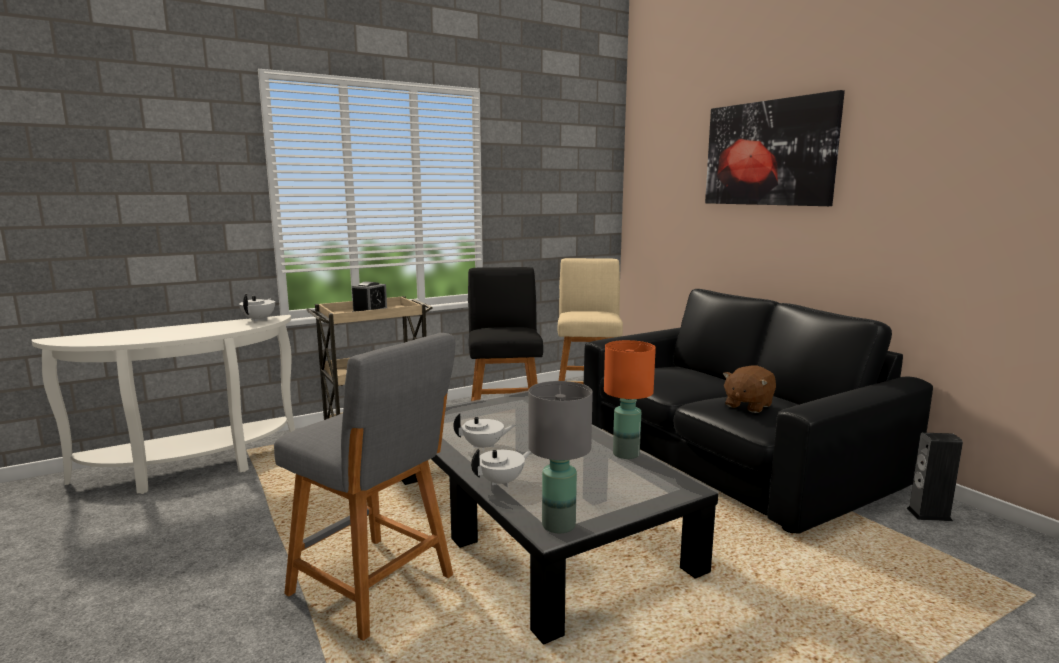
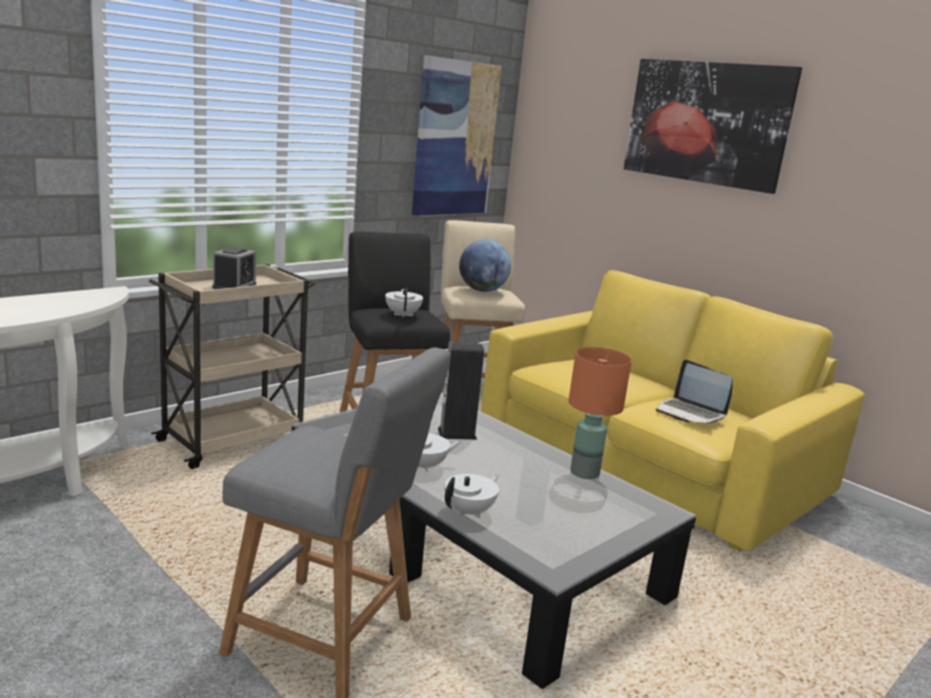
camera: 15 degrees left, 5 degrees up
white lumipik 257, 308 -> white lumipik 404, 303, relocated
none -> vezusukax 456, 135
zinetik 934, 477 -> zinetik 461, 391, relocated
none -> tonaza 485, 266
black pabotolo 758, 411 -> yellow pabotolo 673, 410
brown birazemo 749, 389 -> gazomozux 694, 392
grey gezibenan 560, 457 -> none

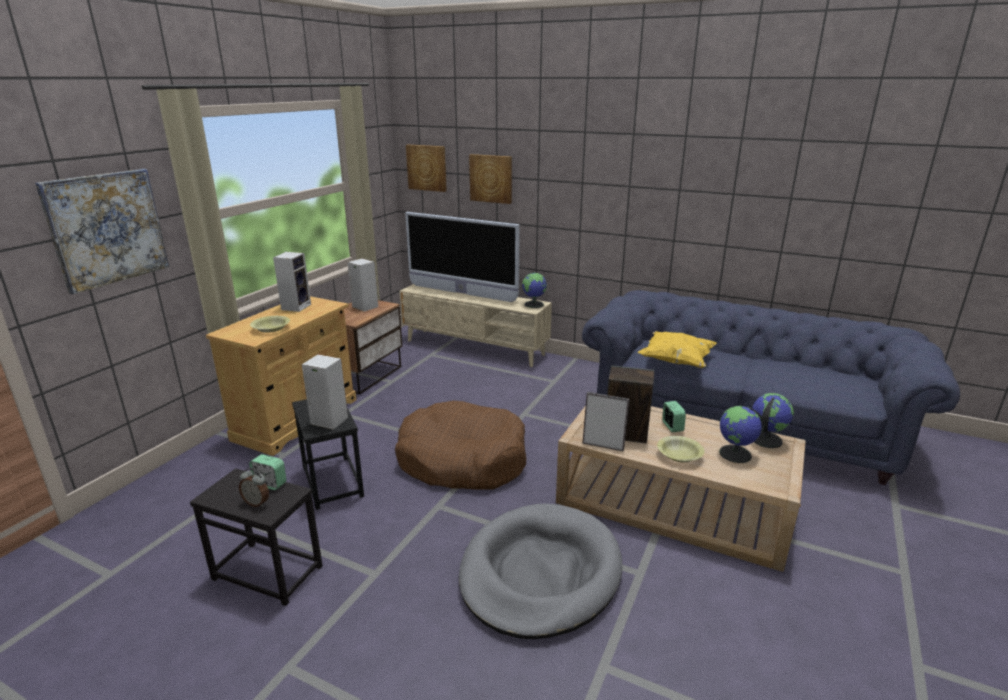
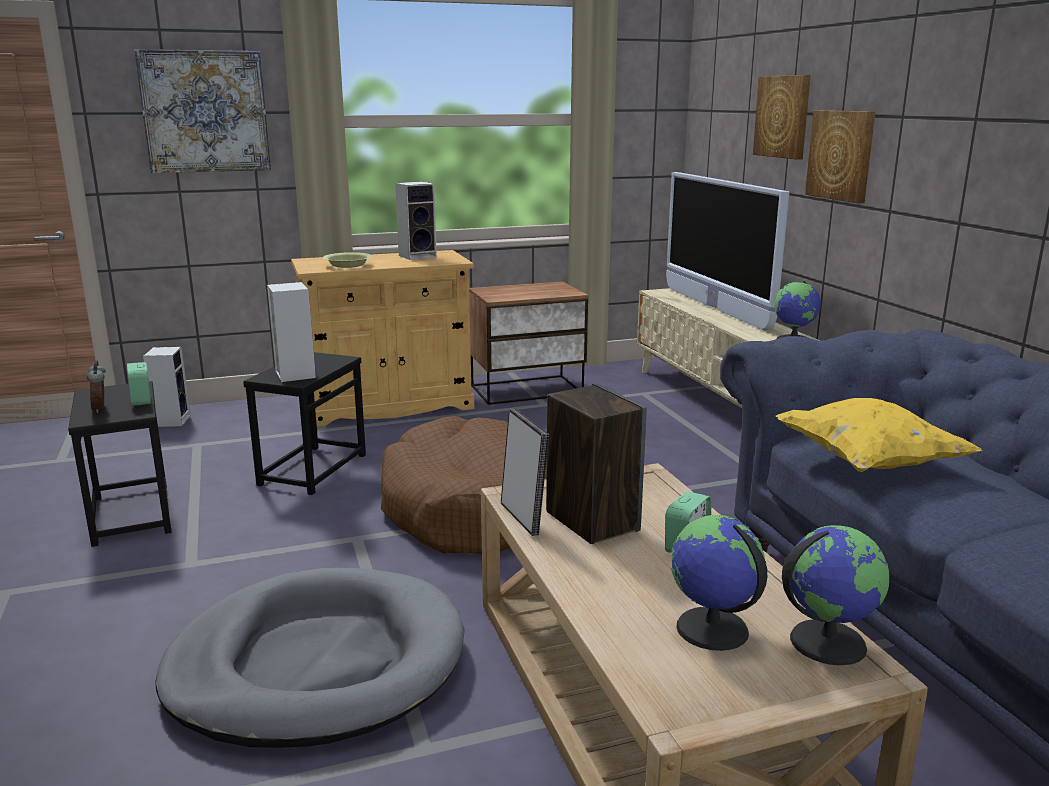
camera: 45 degrees right, 5 degrees down
zinetik 363, 285 -> zinetik 167, 387, relocated
vezusukax 426, 168 -> vezusukax 840, 157, relocated
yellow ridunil 680, 449 -> none

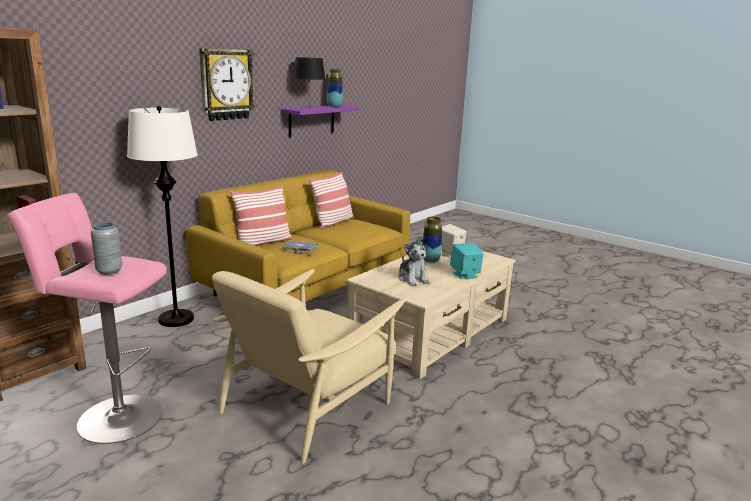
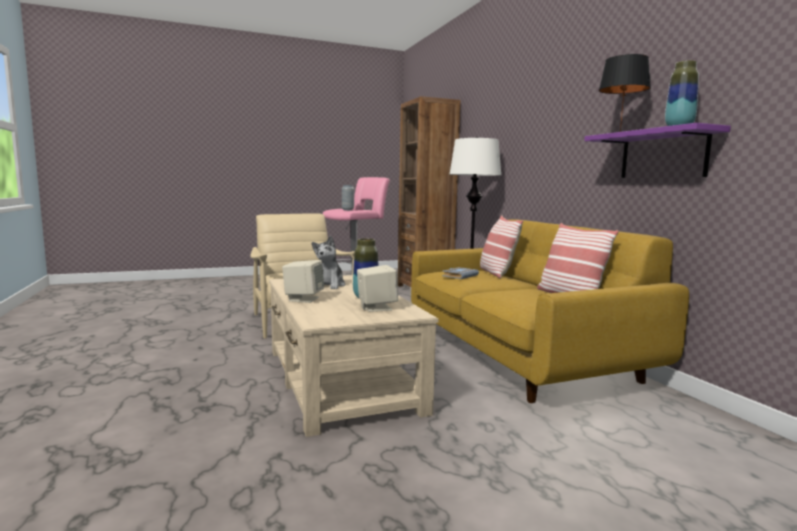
camera: 120 degrees right, 10 degrees down
turquoise zinetik 467, 261 -> beige zinetik 303, 281
birazemo 414, 261 -> birazemo 328, 262, 90 degrees counterclockwise
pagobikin 227, 84 -> none

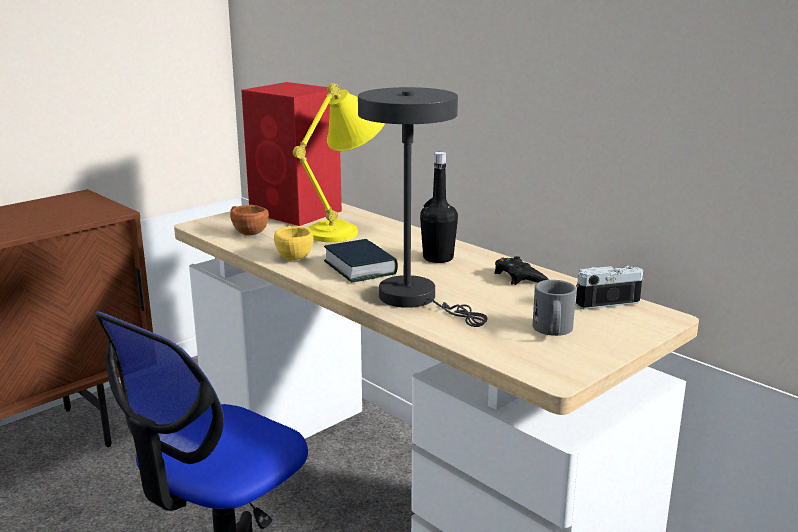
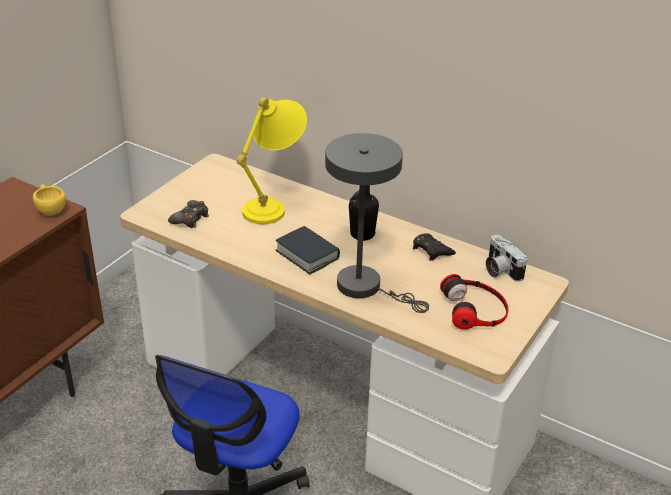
camera: 15 degrees left, 15 degrees up
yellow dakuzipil 294, 243 -> yellow dakuzipil 49, 200, relocated
brown dakuzipil 249, 220 -> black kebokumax 188, 214
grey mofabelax 554, 308 -> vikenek 474, 302
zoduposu 610, 287 -> zoduposu 506, 258, 90 degrees counterclockwise
red zinetik 291, 154 -> none

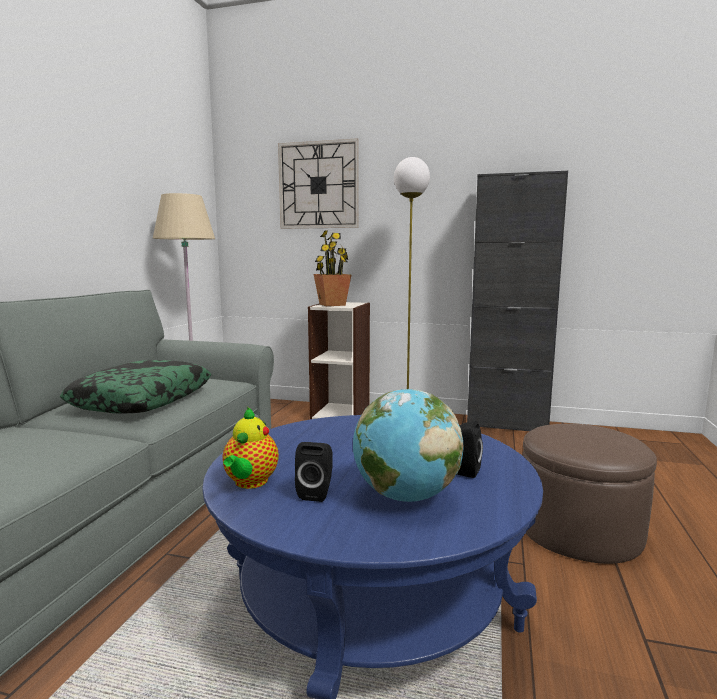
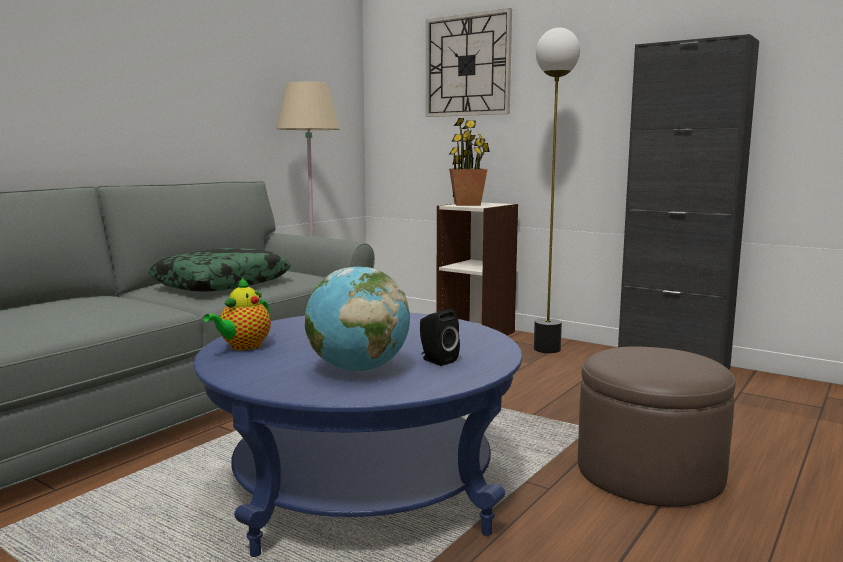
camera: 20 degrees right, 0 degrees up
black zinetik 314, 472 -> none

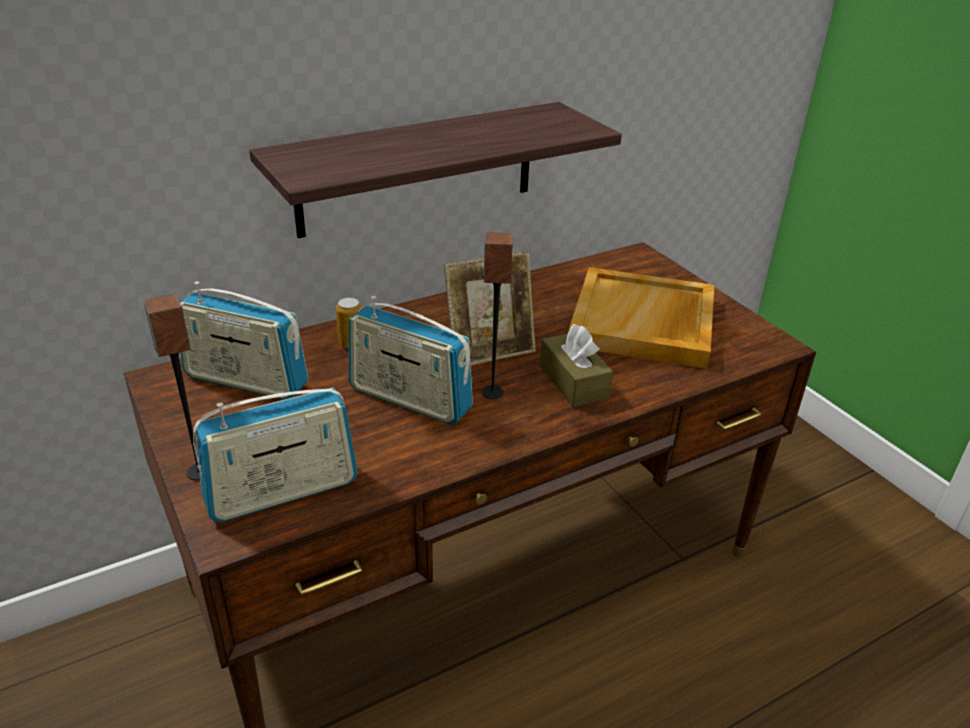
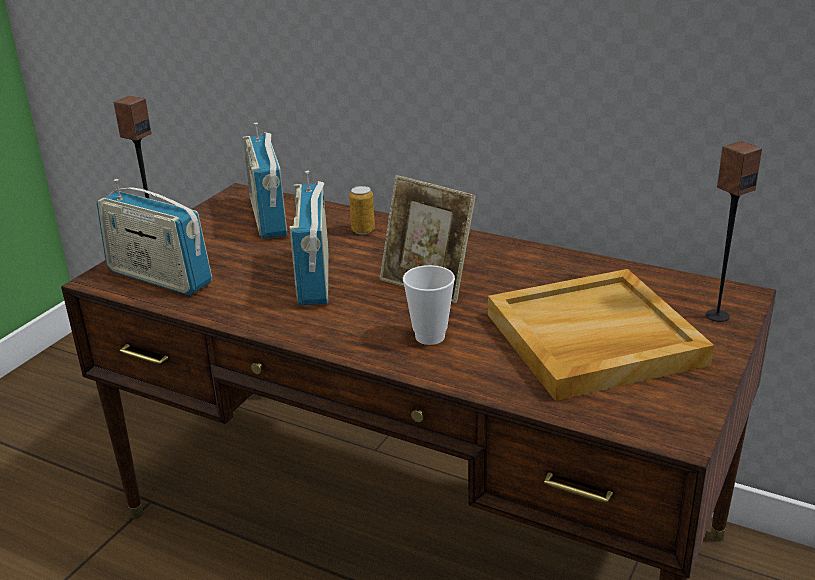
camera: 60 degrees right, 5 degrees down
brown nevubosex 576, 365 -> dakuzipil 429, 305
zinetik 497, 316 -> zinetik 733, 231, relocated
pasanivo 435, 170 -> none

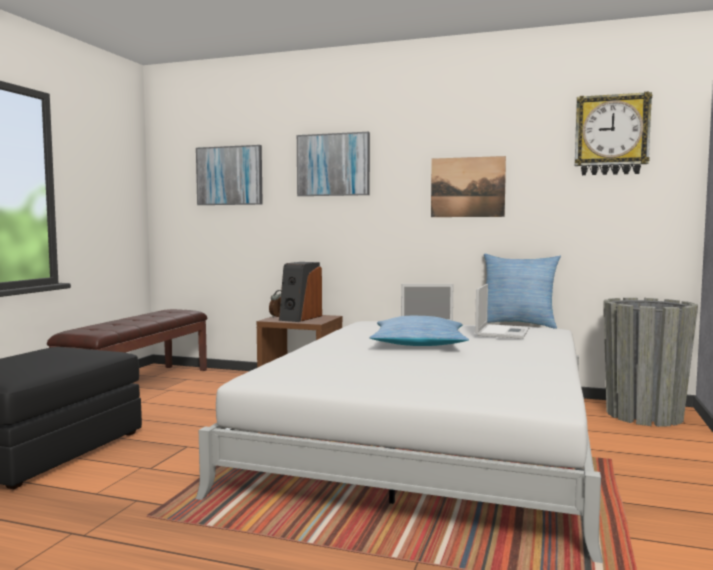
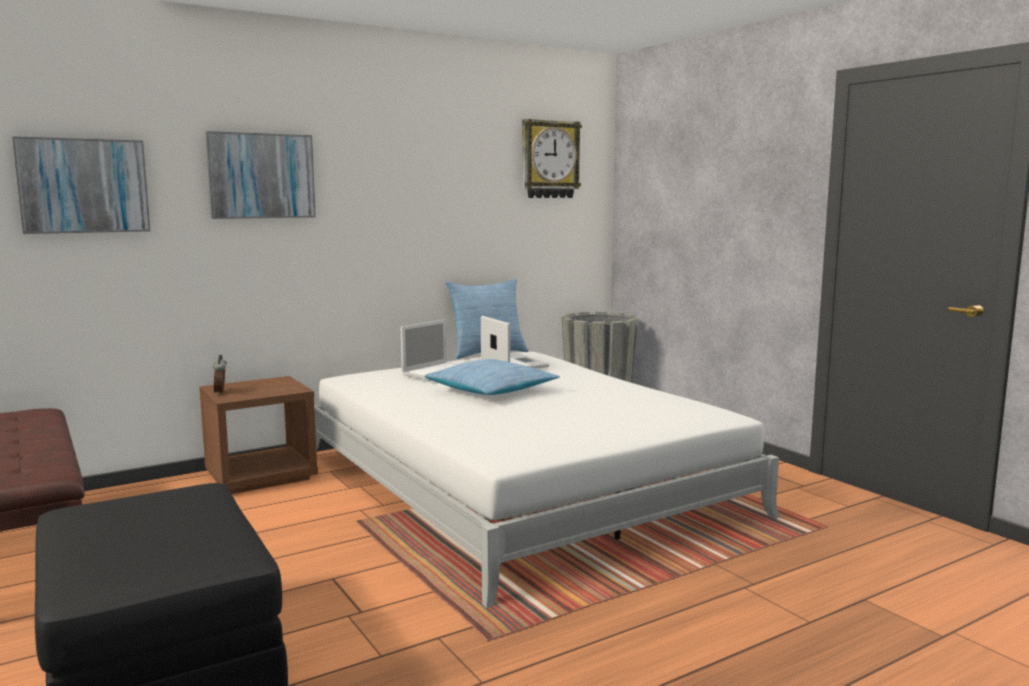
camera: 50 degrees left, 5 degrees up
zinetik 300, 292 -> none
vezusukax 468, 186 -> none

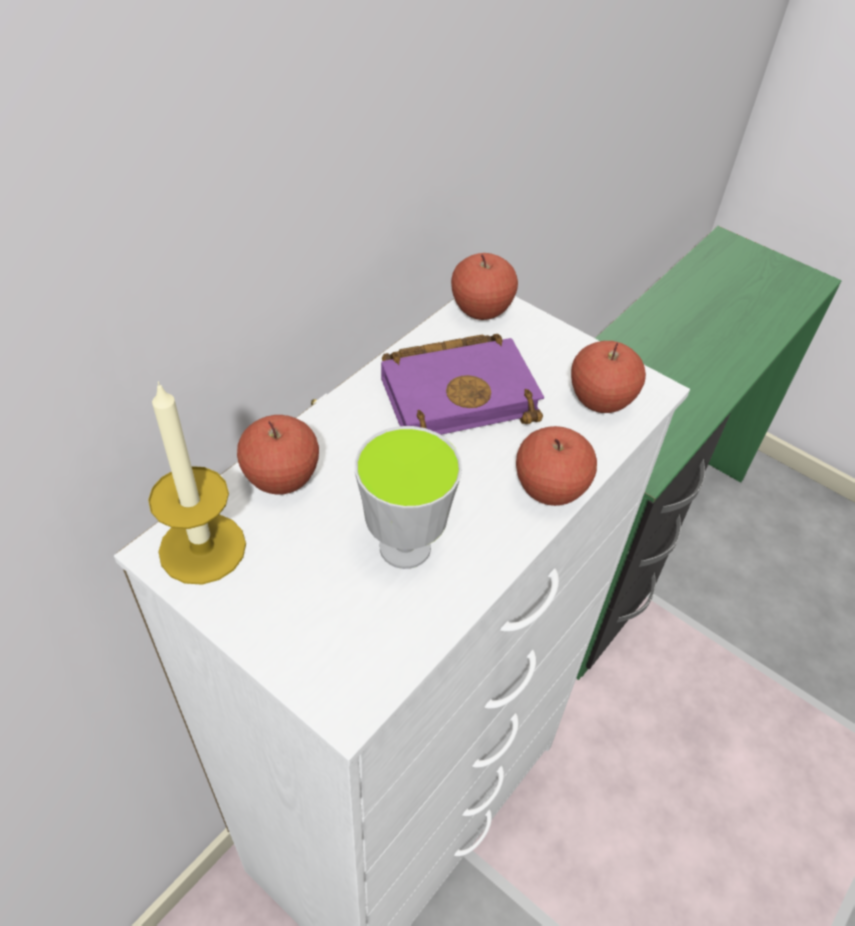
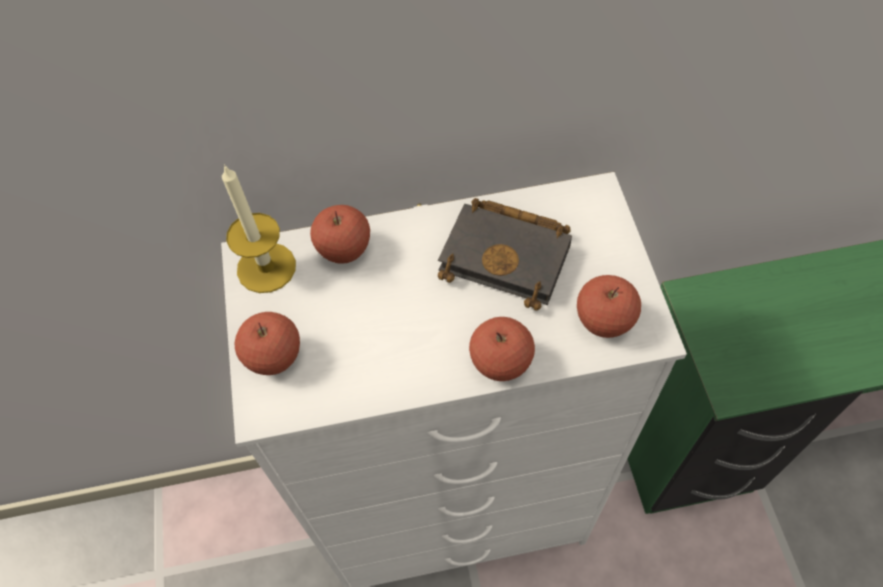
camera: 45 degrees right, 10 degrees up
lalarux 484, 286 -> lalarux 267, 343, relocated
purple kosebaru 462, 384 -> black kosebaru 505, 254
dakuzipil 408, 497 -> none

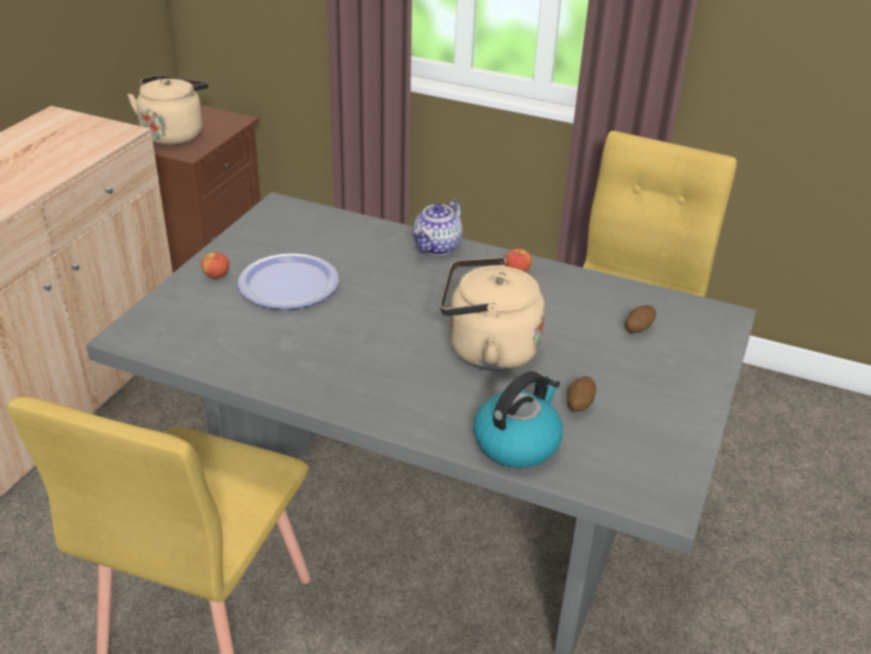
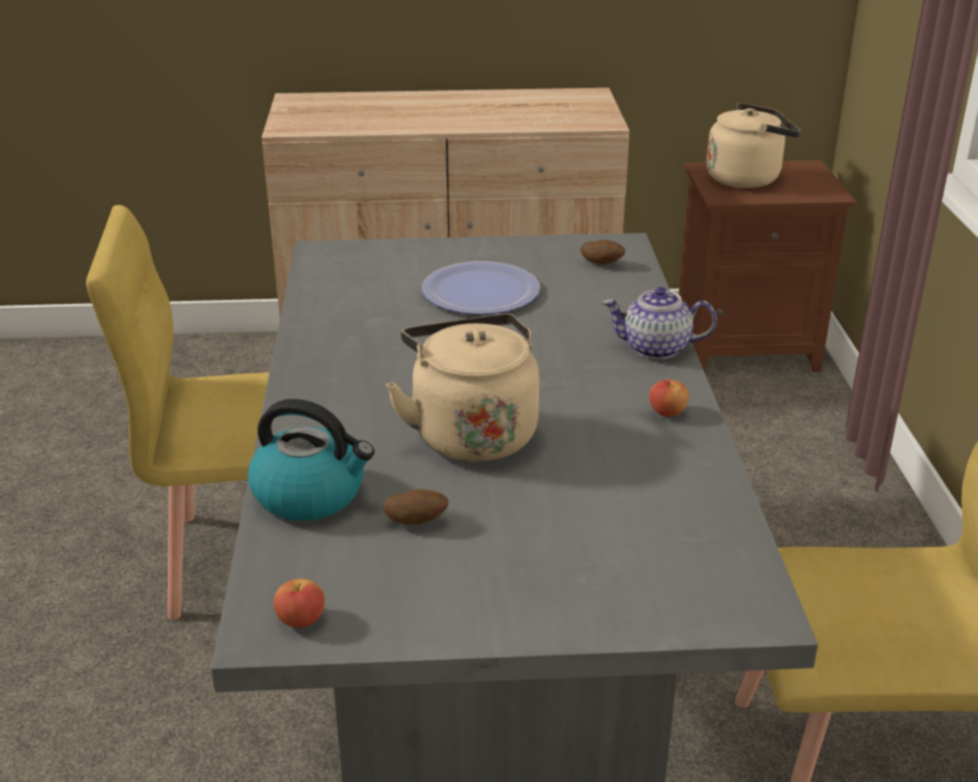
camera: 65 degrees right, 5 degrees down
lalarux 215, 265 -> lalarux 299, 603, relocated
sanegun 640, 319 -> sanegun 603, 252, relocated

